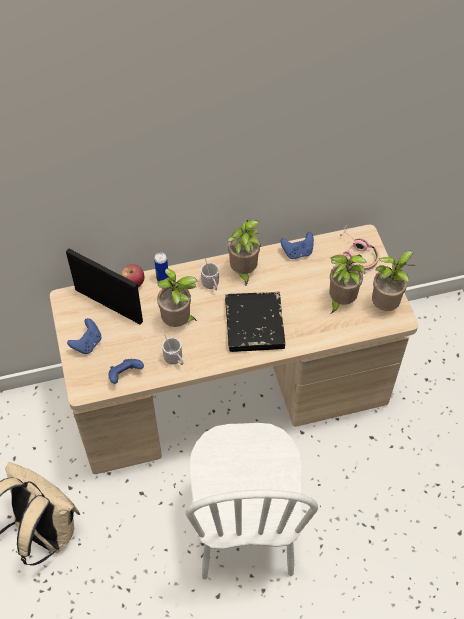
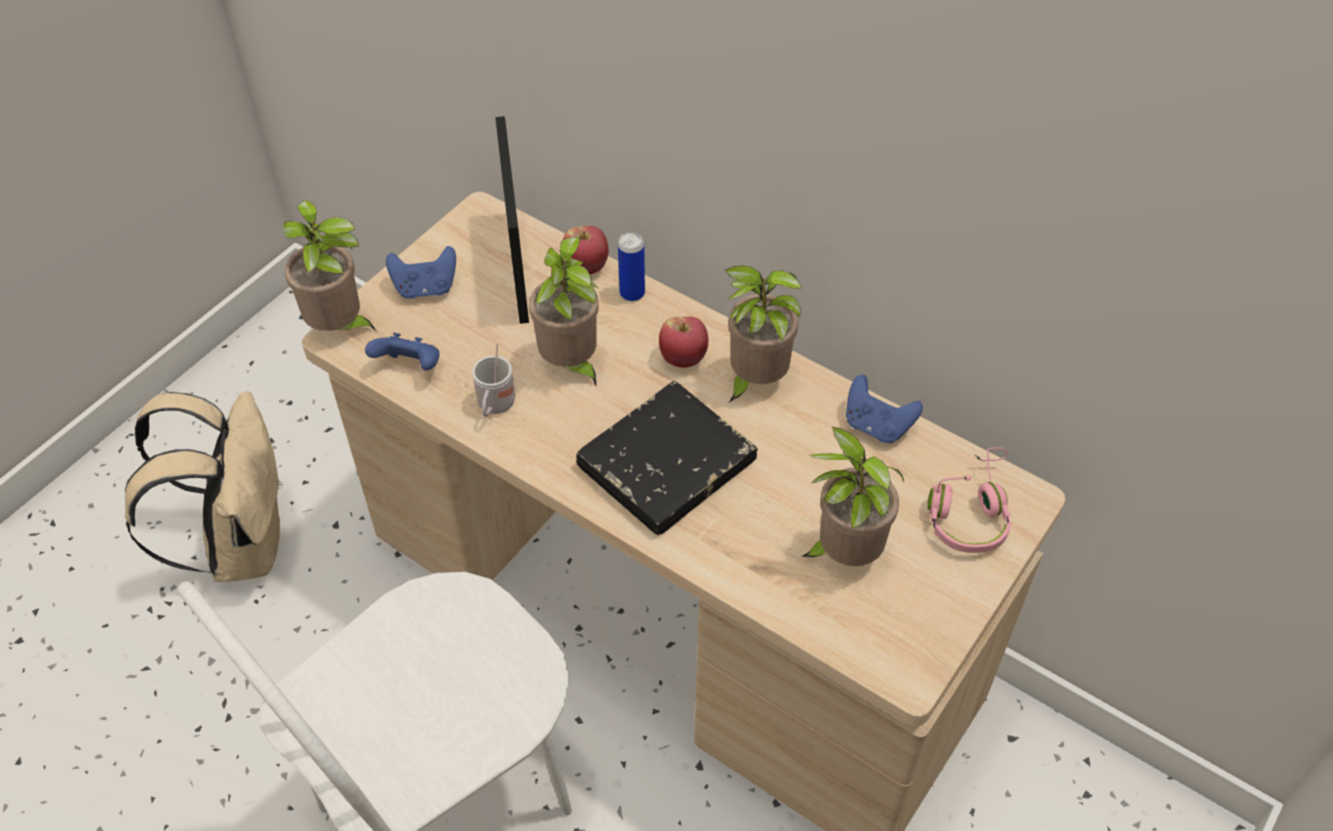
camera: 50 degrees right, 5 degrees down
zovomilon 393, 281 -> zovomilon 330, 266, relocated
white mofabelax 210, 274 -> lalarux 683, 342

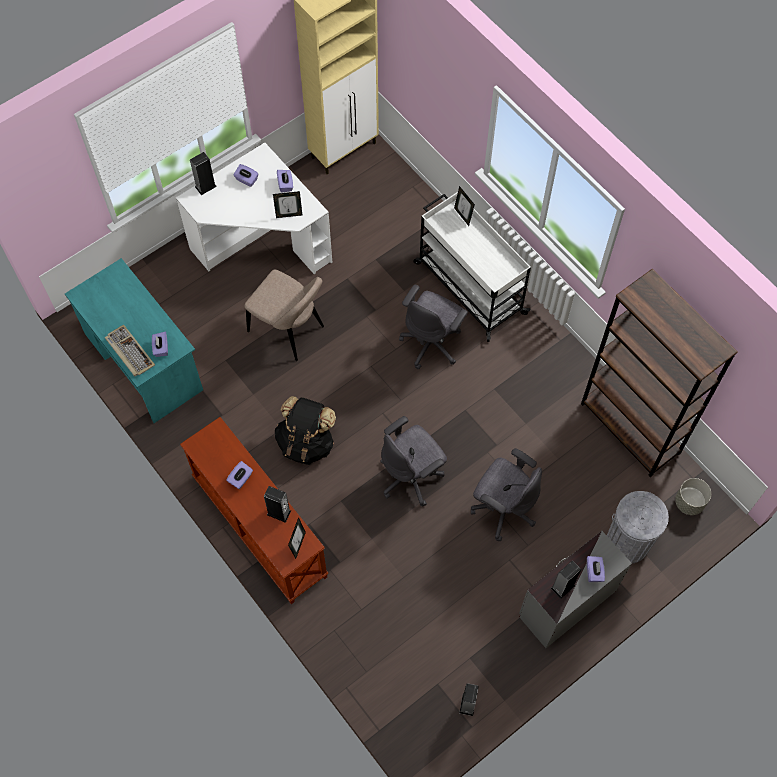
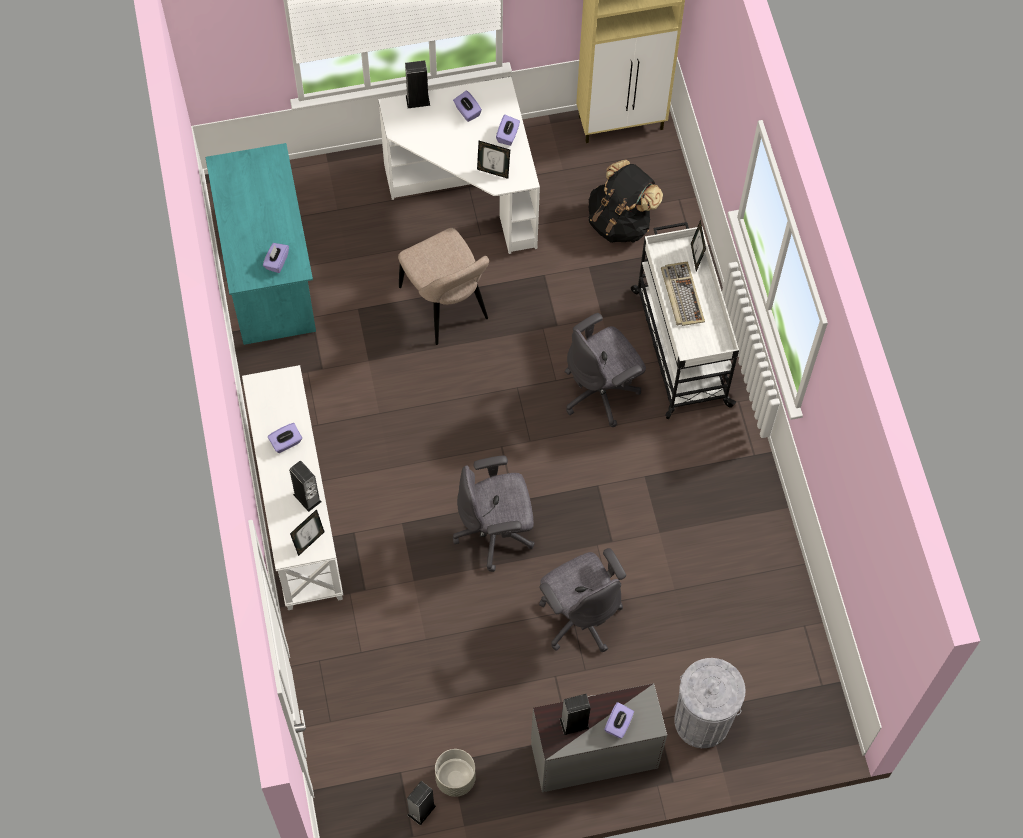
camera: 25 degrees right, 0 degrees up
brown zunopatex 254, 510 -> white zunopatex 292, 487
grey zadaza 693, 496 -> grey zadaza 455, 773, relocated
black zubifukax 305, 430 -> black zubifukax 626, 201, relocated
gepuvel 130, 351 -> gepuvel 683, 294, relocated
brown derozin 659, 373 -> none

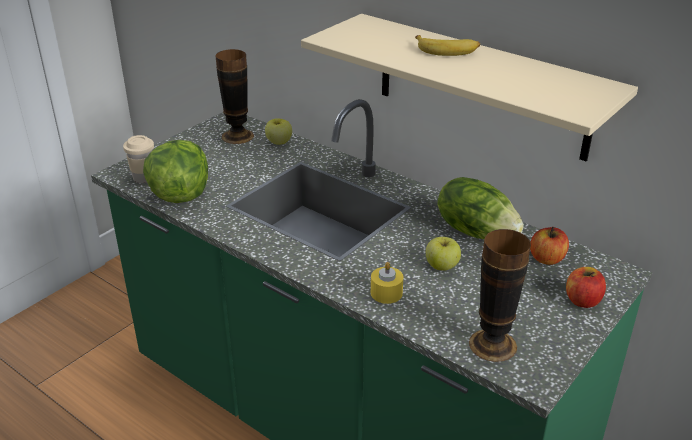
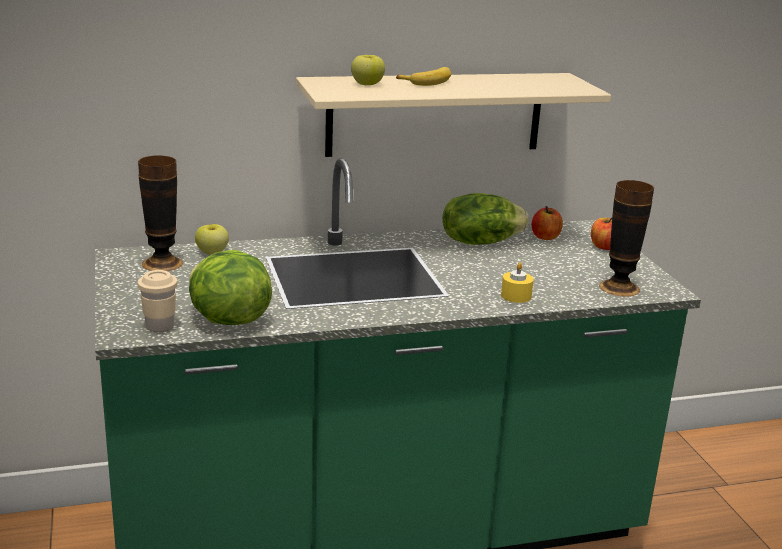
camera: 55 degrees left, 10 degrees down
lalarux 443, 254 -> lalarux 368, 70, relocated

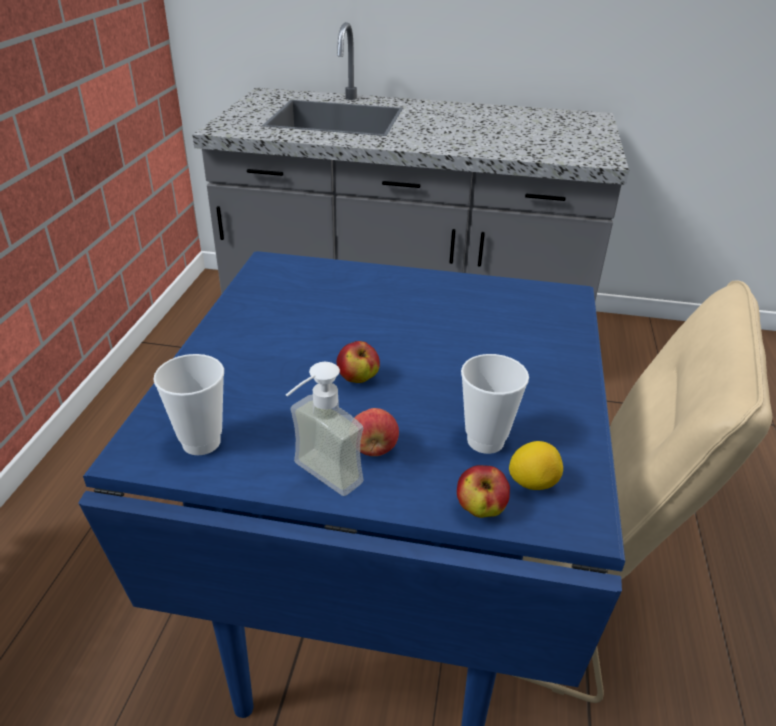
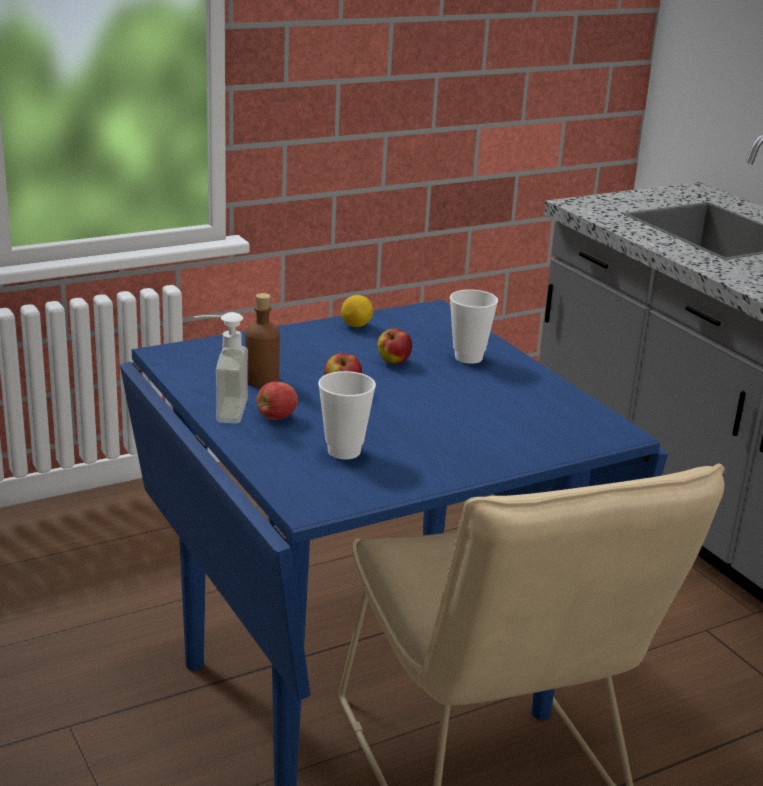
camera: 50 degrees right, 10 degrees down
none -> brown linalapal 262, 340
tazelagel 536, 465 -> tazelagel 357, 311, relocated
lalarux 483, 491 -> lalarux 394, 346, relocated
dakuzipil 188, 404 -> dakuzipil 474, 327, relocated

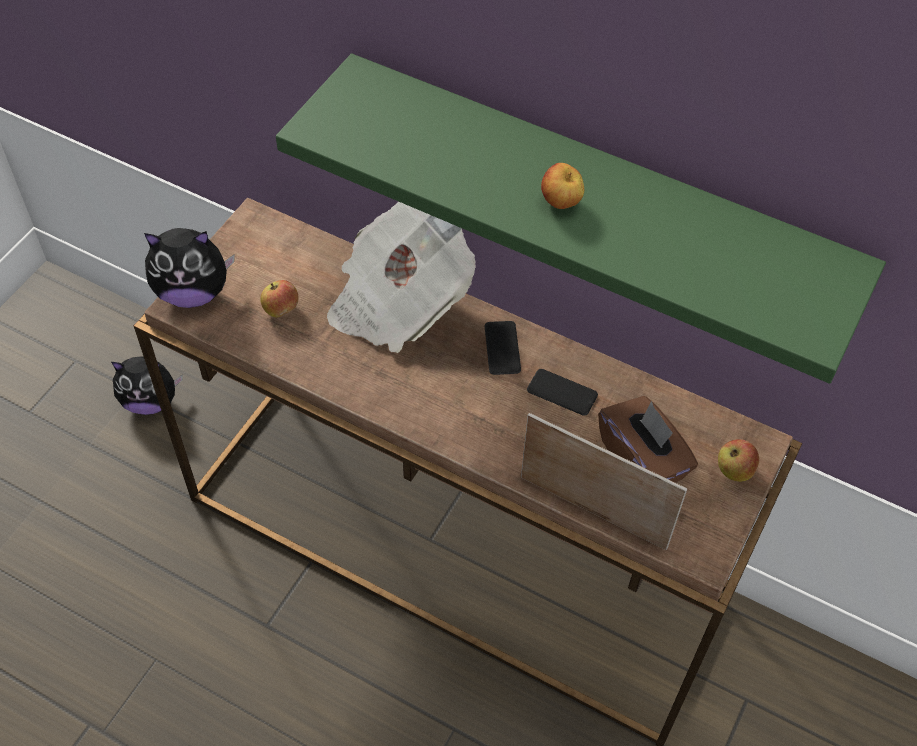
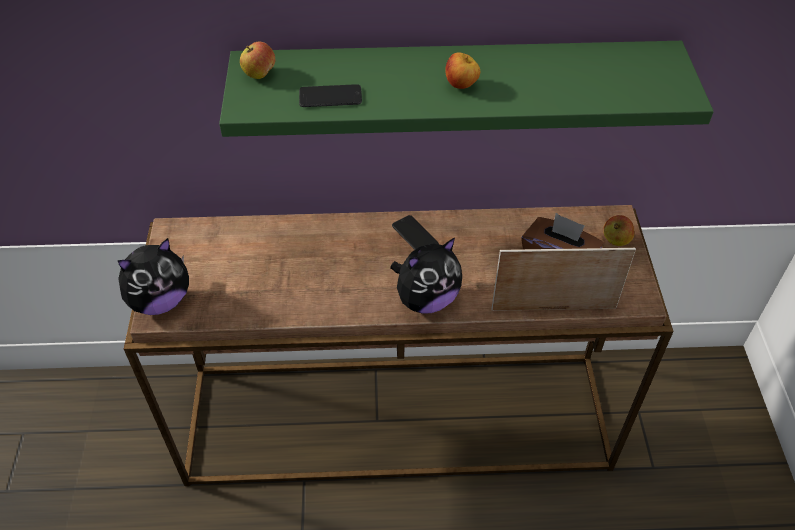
camera: 30 degrees left, 5 degrees down
lalarux 279, 298 -> lalarux 257, 60, relocated
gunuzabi 562, 392 -> gunuzabi 330, 95, relocated
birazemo 147, 385 -> birazemo 426, 276, relocated
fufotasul 401, 277 -> none

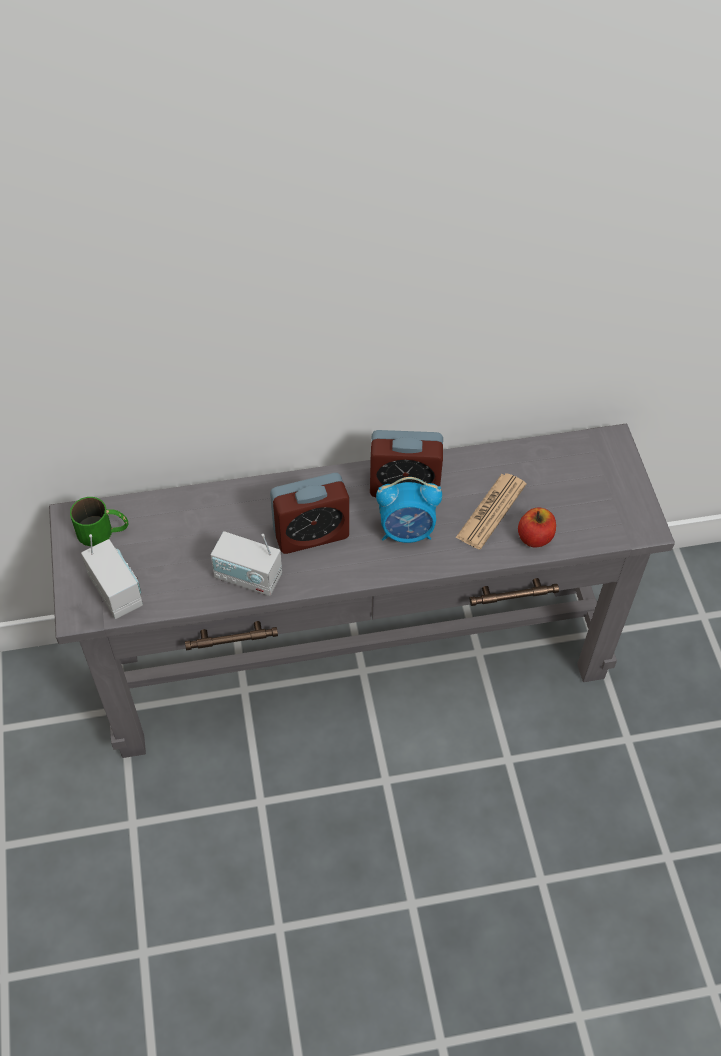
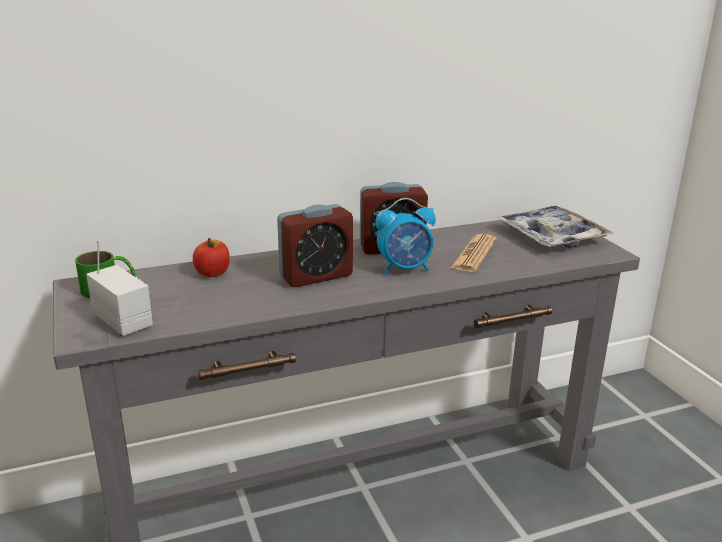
camera: 10 degrees left, 30 degrees down
lalarux 537, 527 -> lalarux 211, 257, relocated
none -> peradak 555, 227
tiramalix 246, 563 -> none

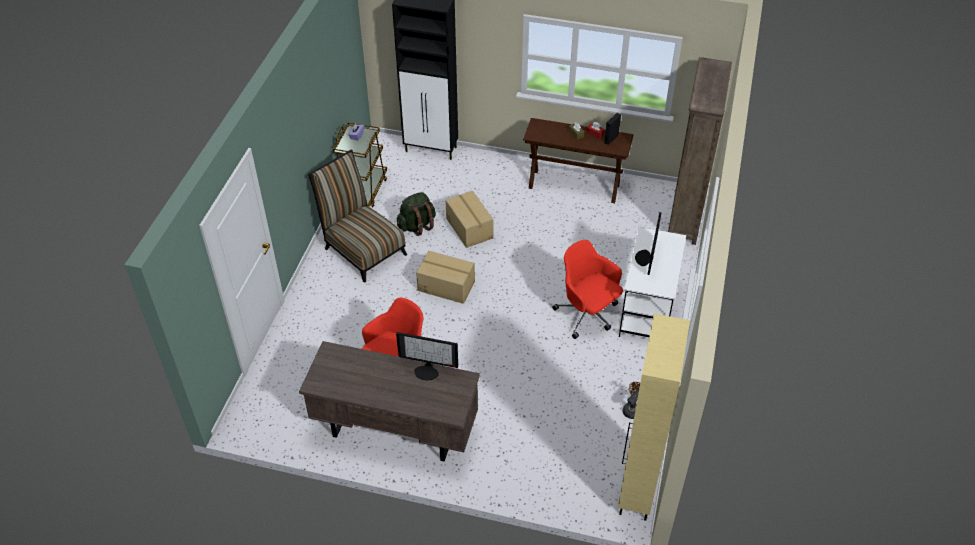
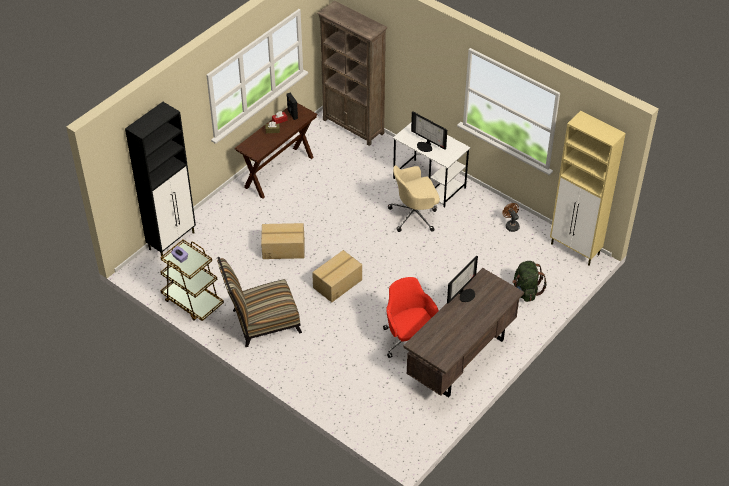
camera: 65 degrees left, 0 degrees up
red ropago 587, 289 -> beige ropago 414, 199
green zubifukax 416, 214 -> green zubifukax 529, 281, relocated

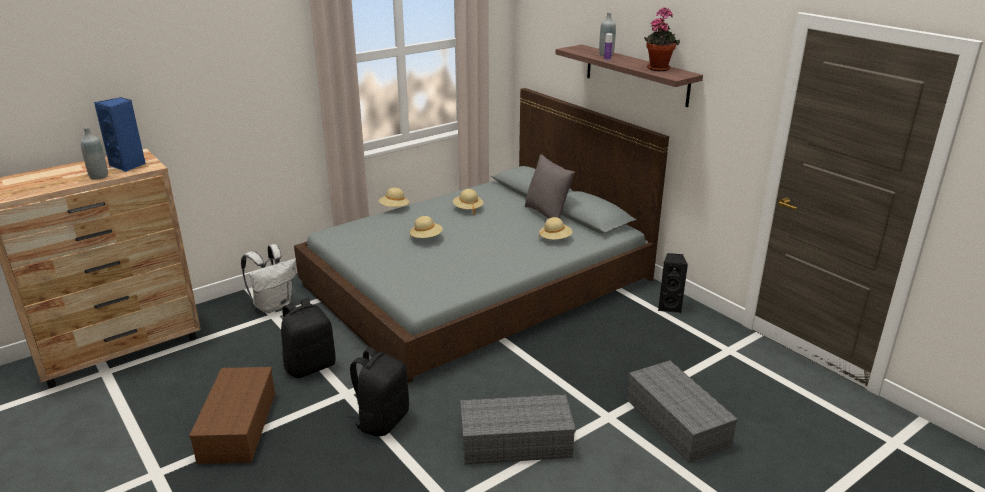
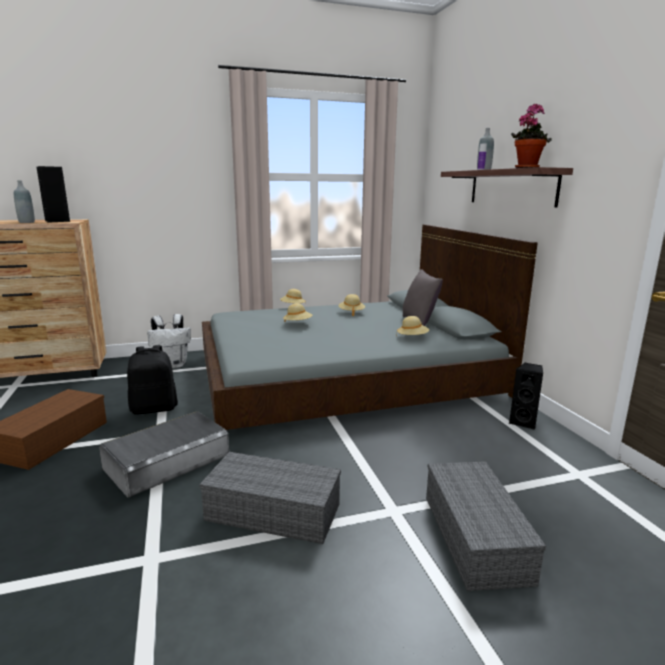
camera: 20 degrees right, 10 degrees down
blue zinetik 120, 134 -> black zinetik 53, 194
black zubifukax 378, 392 -> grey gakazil 164, 454

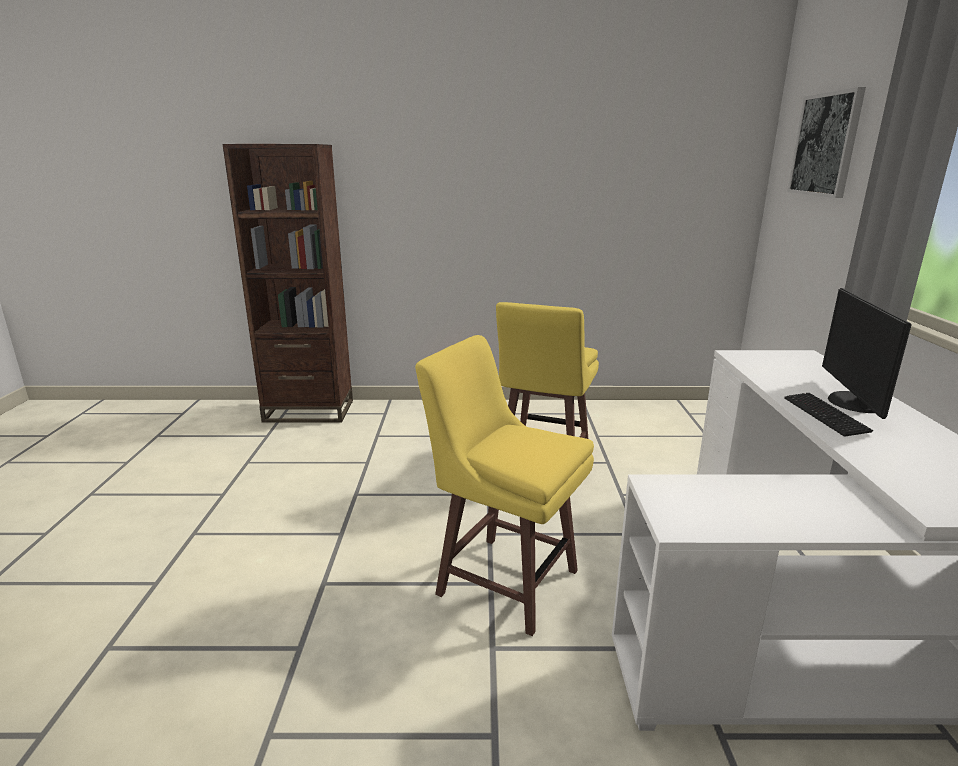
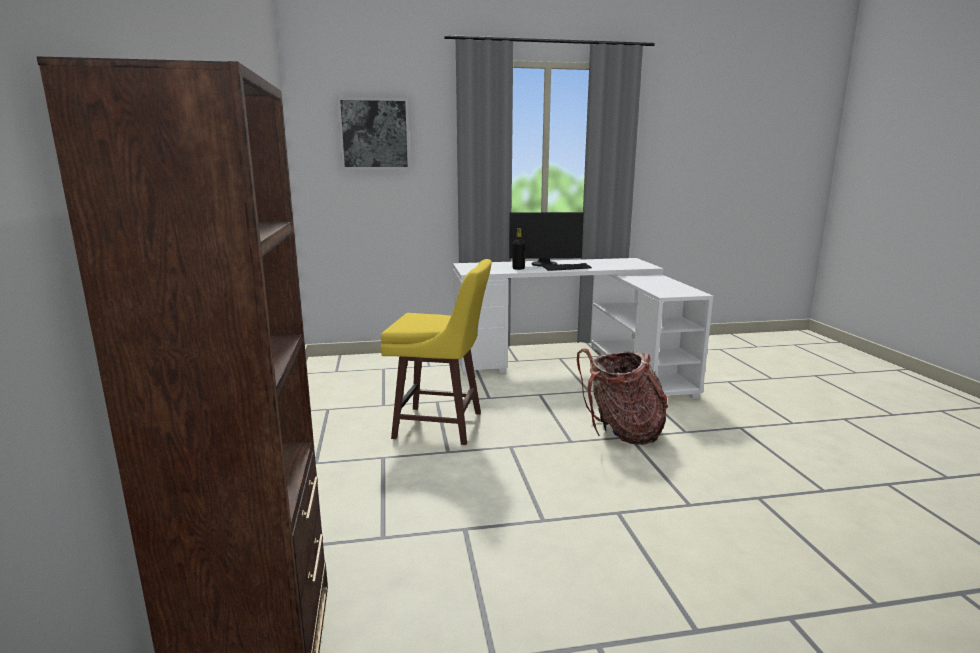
camera: 100 degrees left, 5 degrees down
none -> black linalapal 519, 249
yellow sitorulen 504, 485 -> zubifukax 622, 397

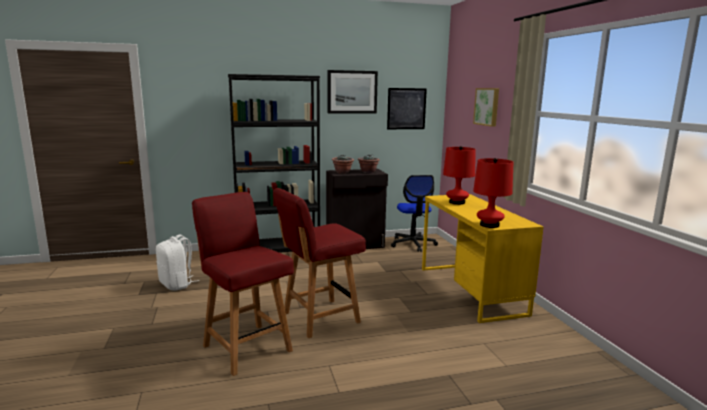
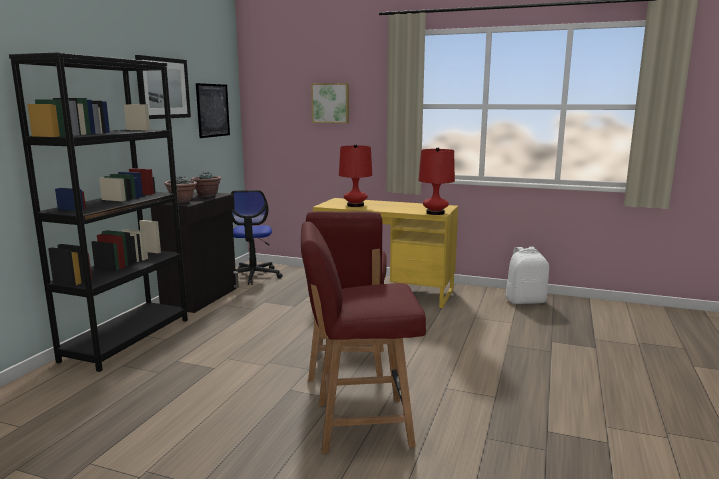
camera: 55 degrees left, 0 degrees up
ropago 414, 213 -> ropago 257, 237, 60 degrees clockwise
white zubifukax 177, 262 -> white zubifukax 527, 275, relocated

